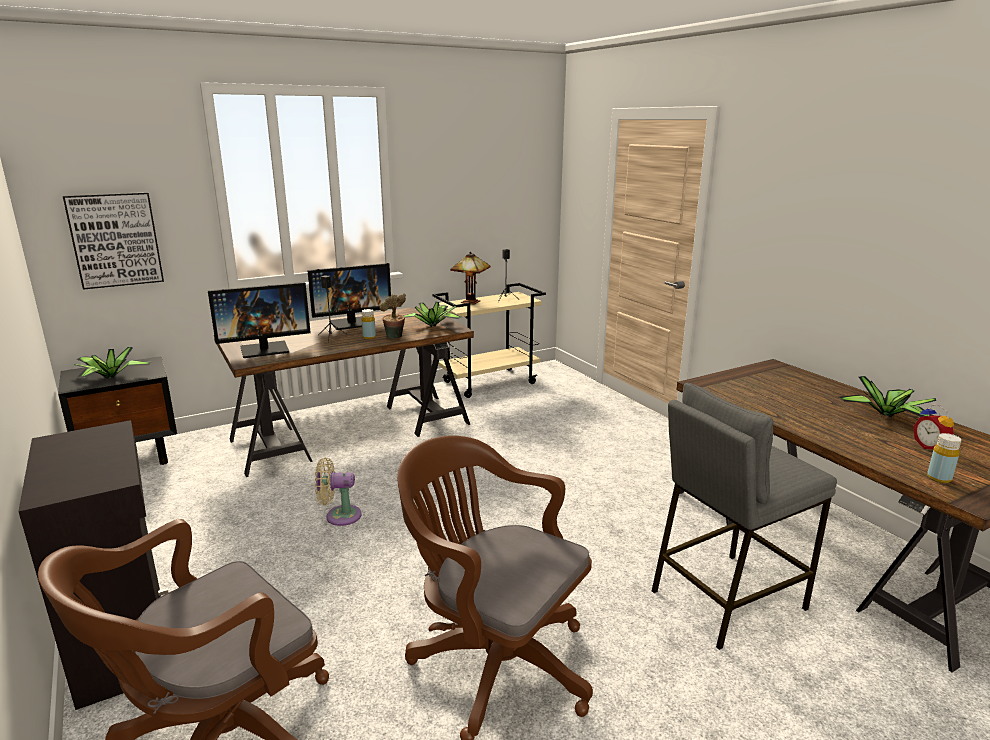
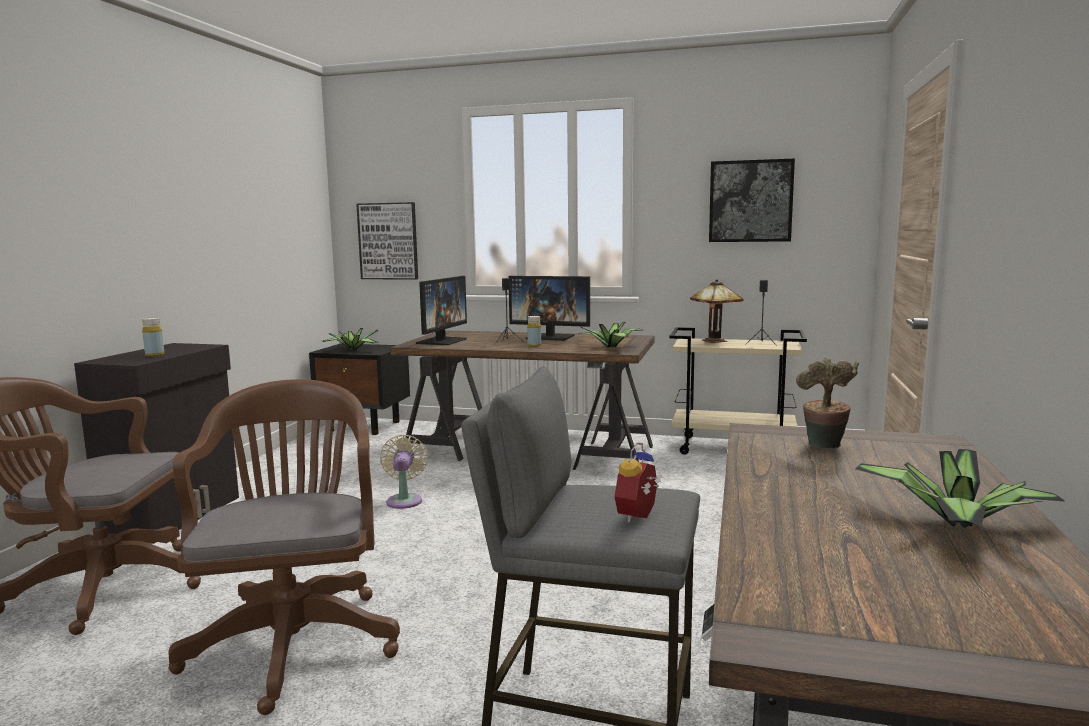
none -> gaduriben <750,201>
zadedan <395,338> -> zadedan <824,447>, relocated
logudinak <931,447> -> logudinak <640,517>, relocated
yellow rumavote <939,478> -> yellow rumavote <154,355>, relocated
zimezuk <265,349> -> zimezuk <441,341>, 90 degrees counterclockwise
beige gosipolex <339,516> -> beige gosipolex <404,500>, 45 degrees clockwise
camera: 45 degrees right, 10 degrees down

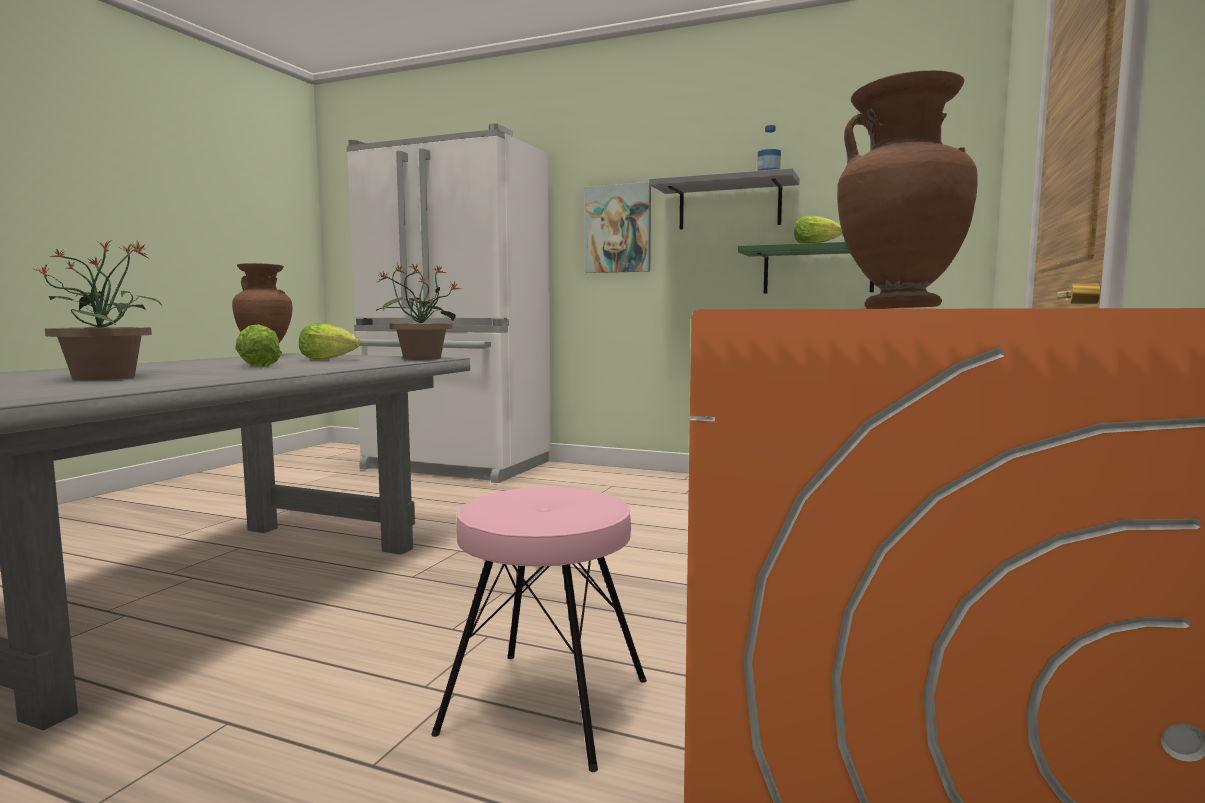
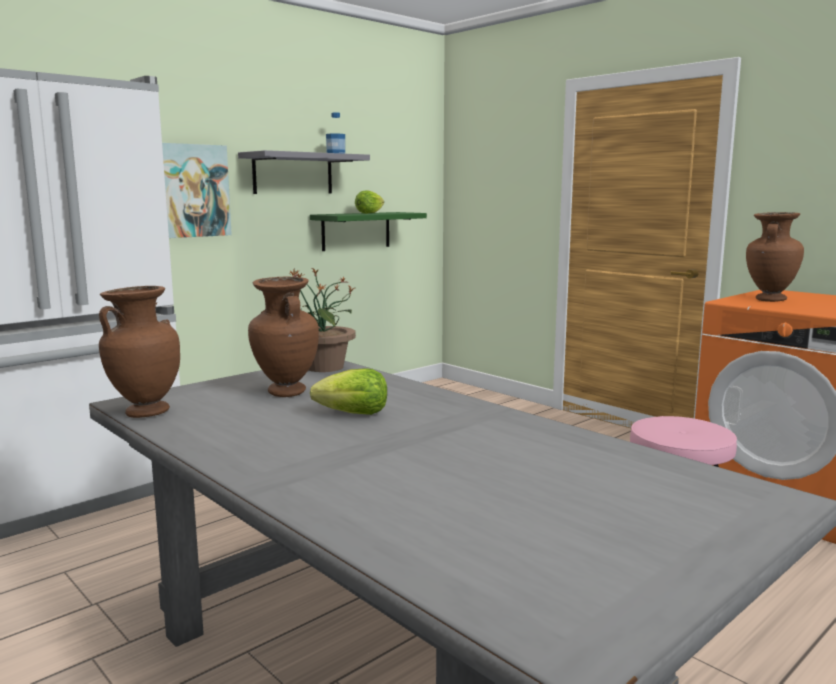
zadedan <106,377> -> none
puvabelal <327,359> -> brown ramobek <285,392>
camera: 65 degrees left, 5 degrees up

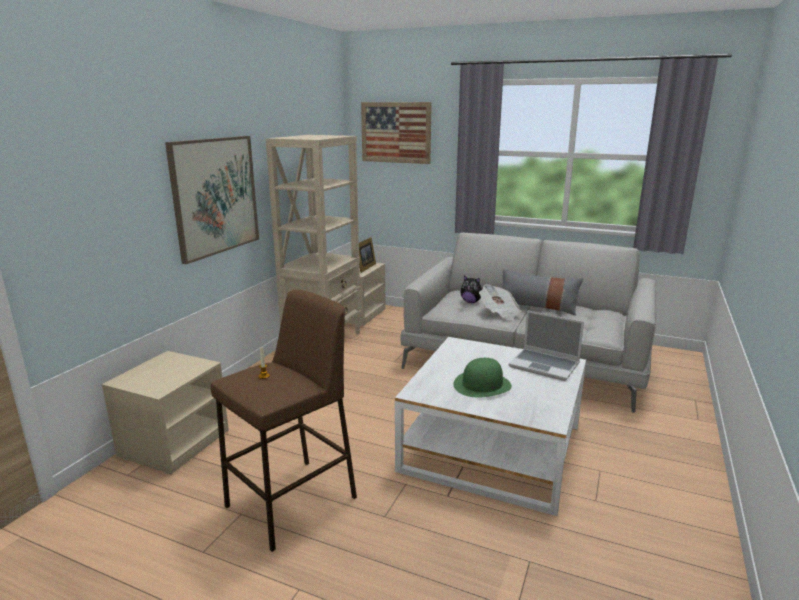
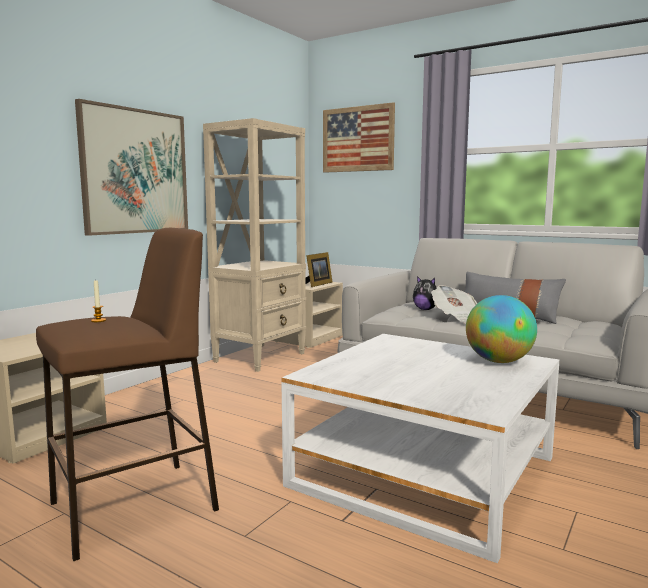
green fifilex <482,385> -> none
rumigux <545,365> -> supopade <499,361>
camera: 10 degrees right, 10 degrees down

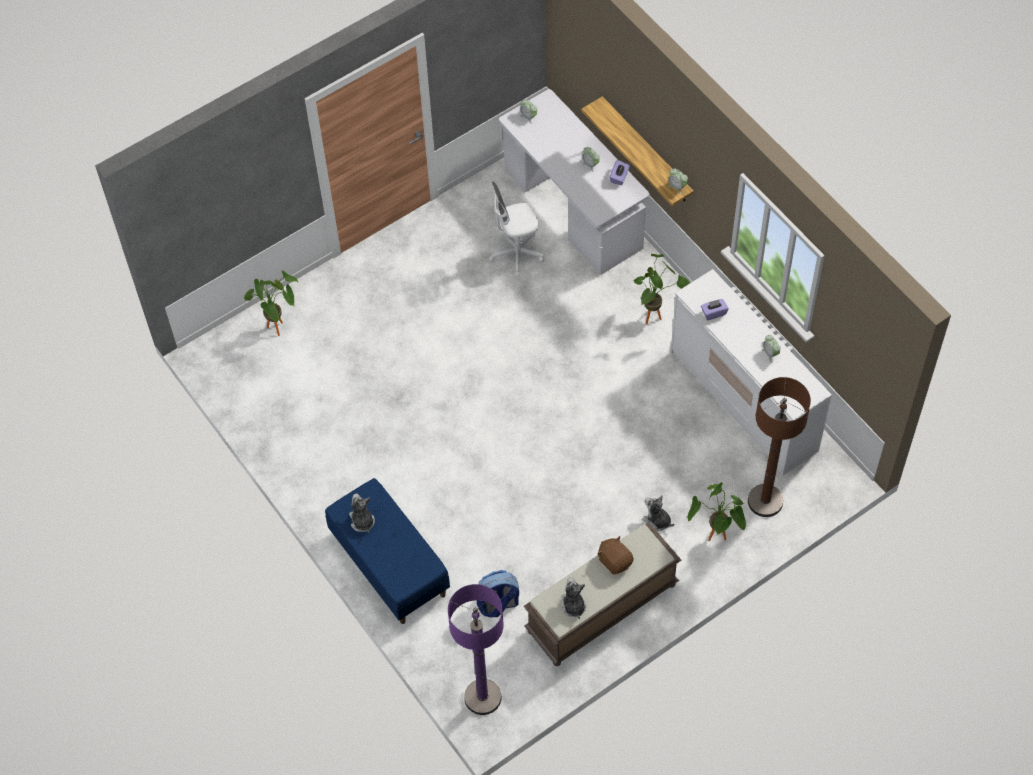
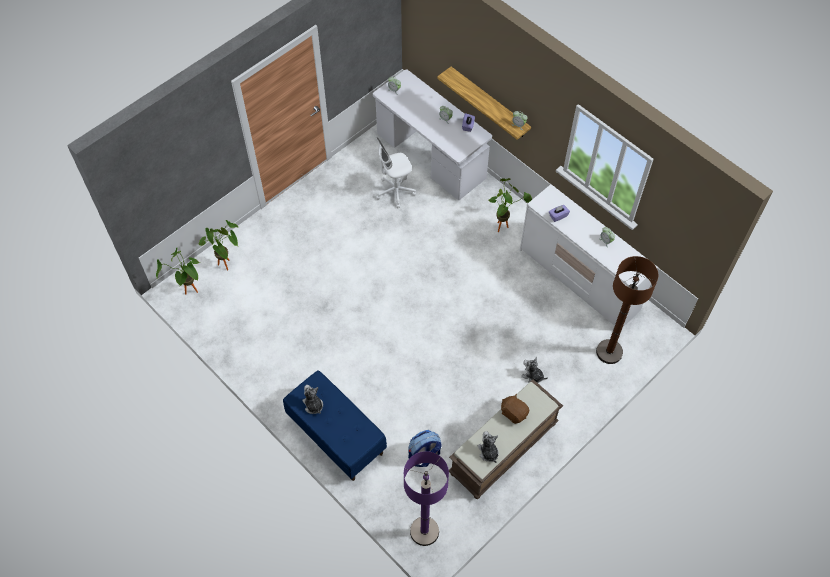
zadedan <716,540> -> zadedan <190,293>, relocated
camera: 10 degrees left, 0 degrees up

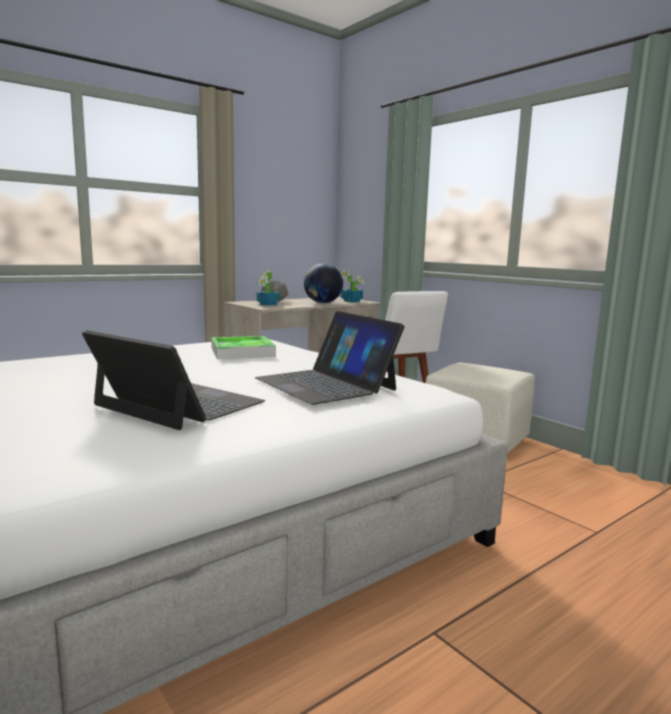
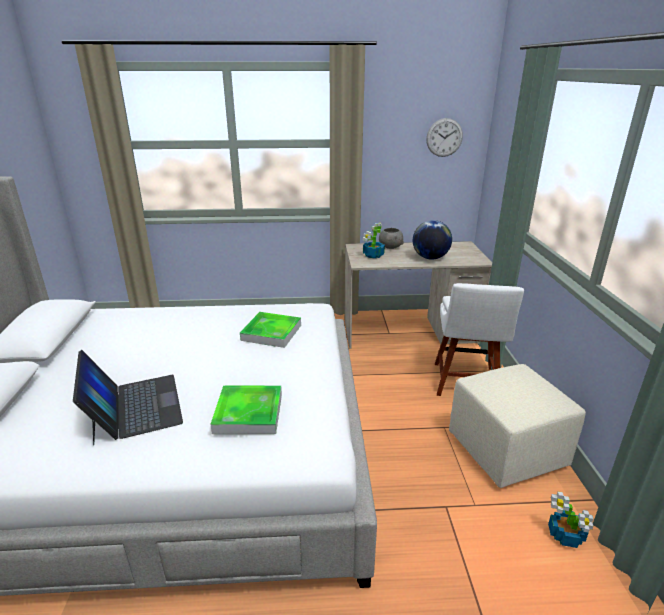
none -> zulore <444,137>
zadedan <352,301> -> zadedan <566,536>, relocated
rumigux <325,384> -> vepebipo <248,413>
camera: 35 degrees right, 15 degrees up

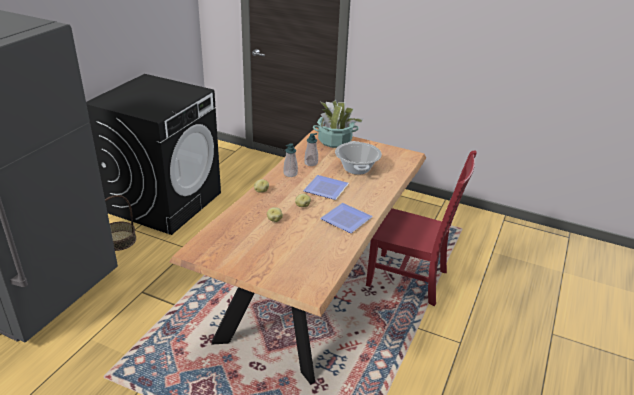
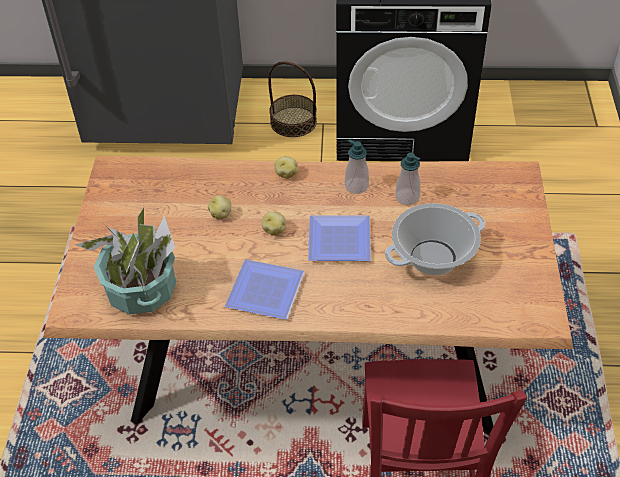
zadedan <335,141> -> zadedan <142,290>, relocated
camera: 70 degrees right, 15 degrees up

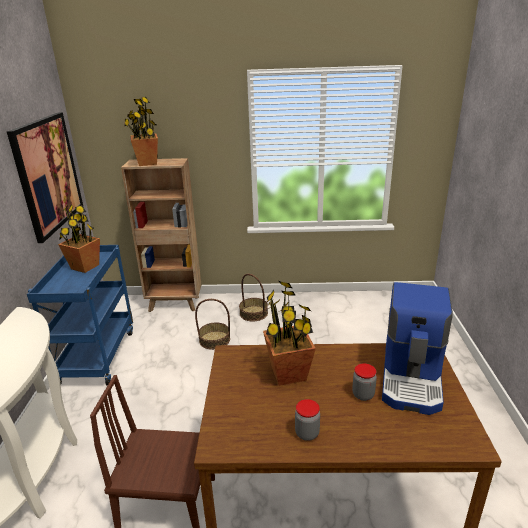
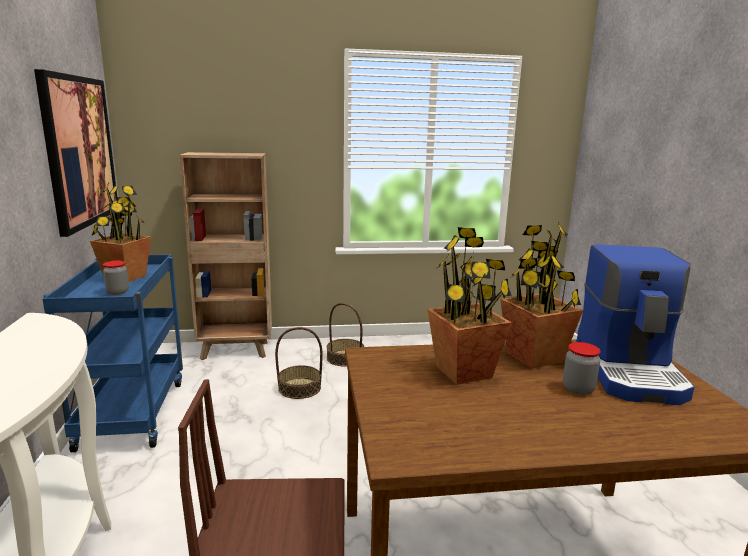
zadedan <147,163> -> zadedan <534,357>, relocated
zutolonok <307,433> -> zutolonok <117,292>, relocated
camera: 10 degrees left, 10 degrees down

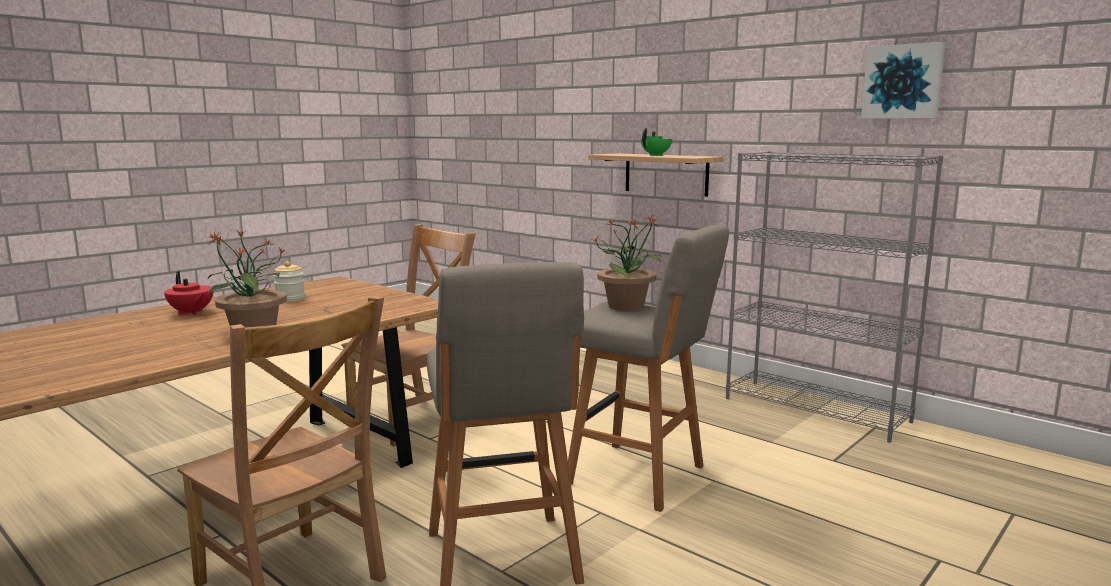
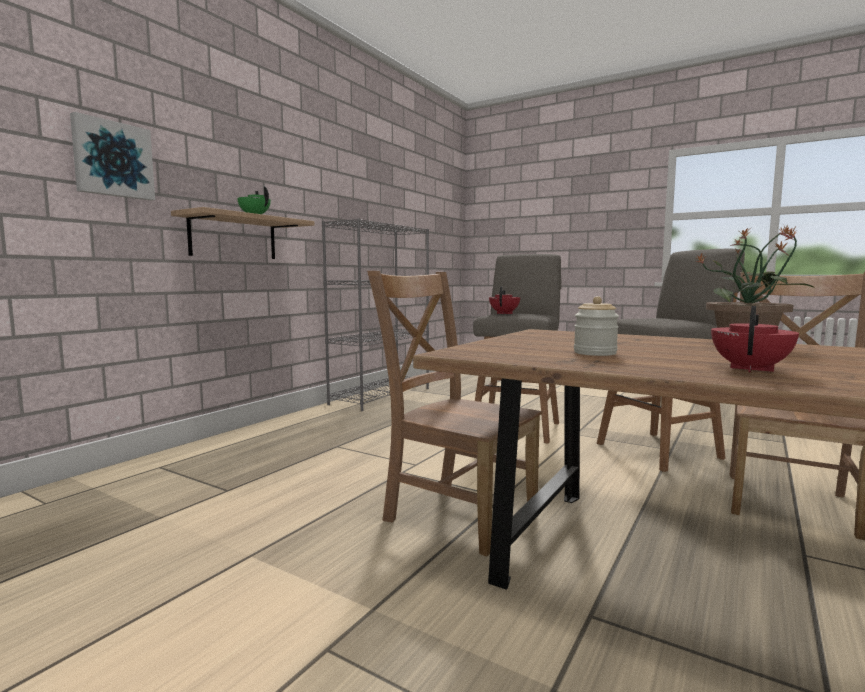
gaduriben <903,82> -> gaduriben <112,159>, relocated
zadedan <627,306> -> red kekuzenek <504,313>
camera: 100 degrees left, 5 degrees down

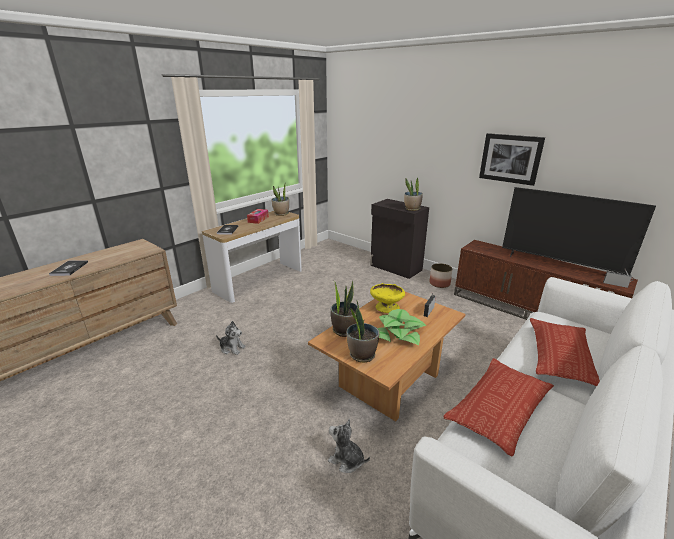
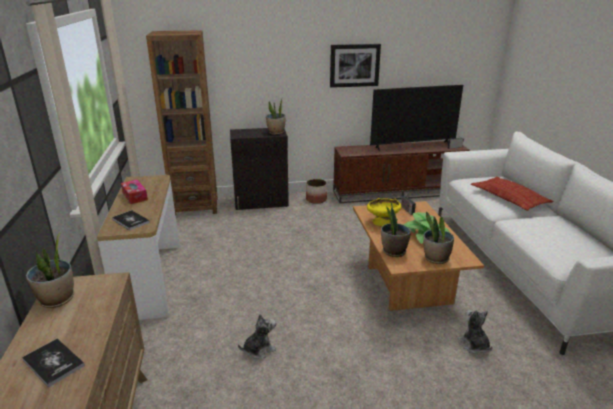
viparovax <499,408> -> none
none -> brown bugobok <195,207>
zadedan <281,214> -> zadedan <57,299>, relocated
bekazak <346,460> -> bekazak <474,345>, 90 degrees clockwise
camera: 50 degrees left, 0 degrees up

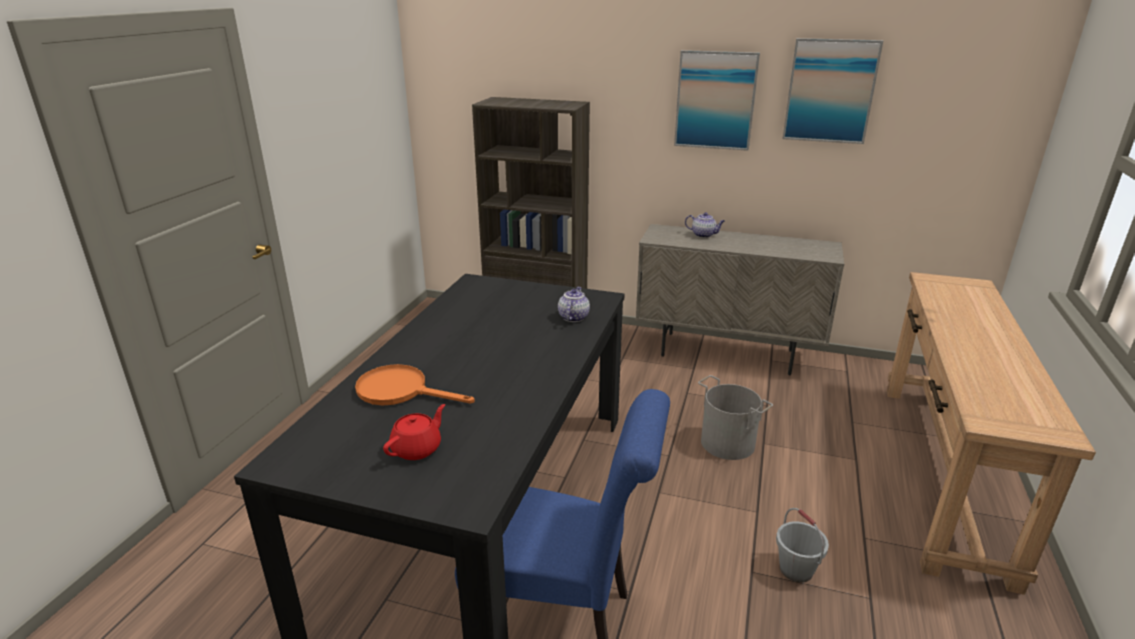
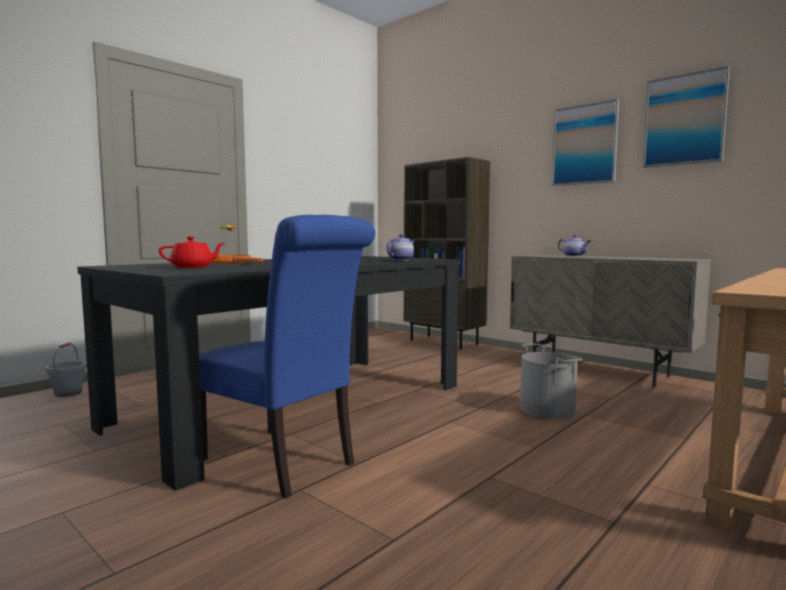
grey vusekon <796,570> -> grey vusekon <68,393>, relocated
camera: 25 degrees right, 20 degrees down

